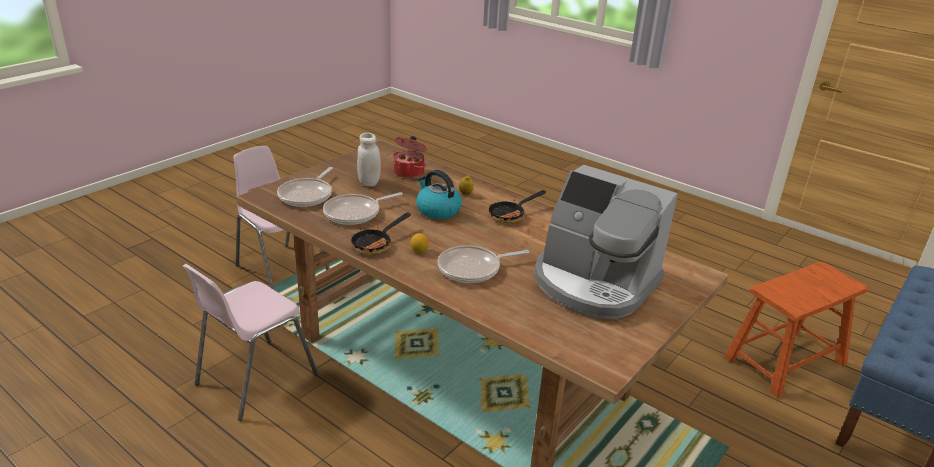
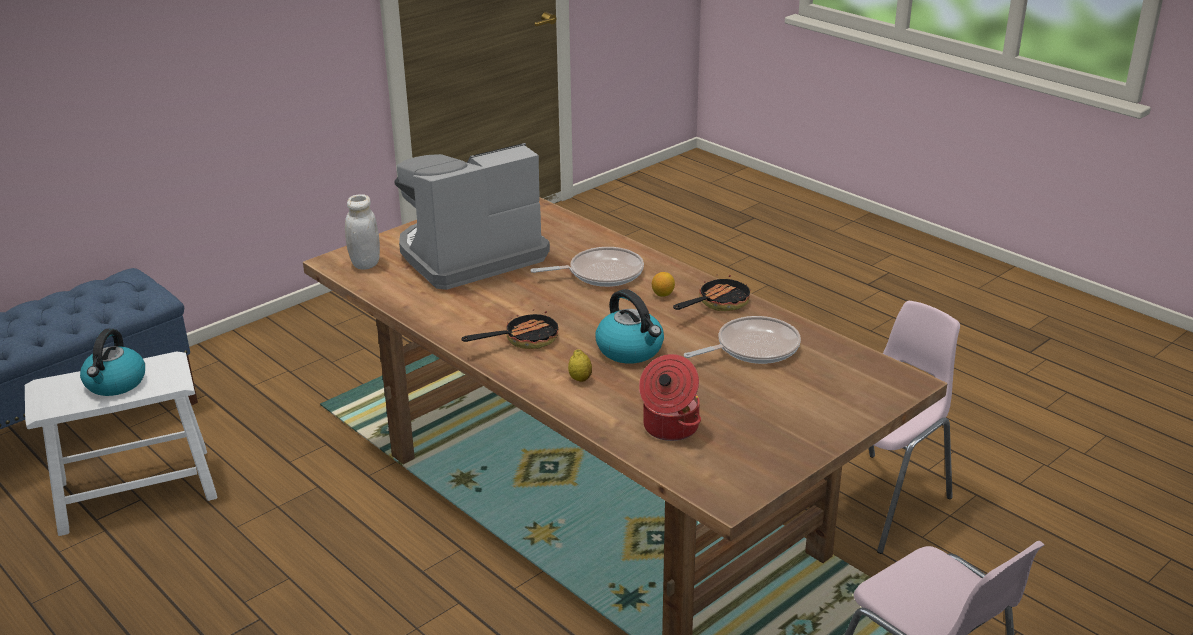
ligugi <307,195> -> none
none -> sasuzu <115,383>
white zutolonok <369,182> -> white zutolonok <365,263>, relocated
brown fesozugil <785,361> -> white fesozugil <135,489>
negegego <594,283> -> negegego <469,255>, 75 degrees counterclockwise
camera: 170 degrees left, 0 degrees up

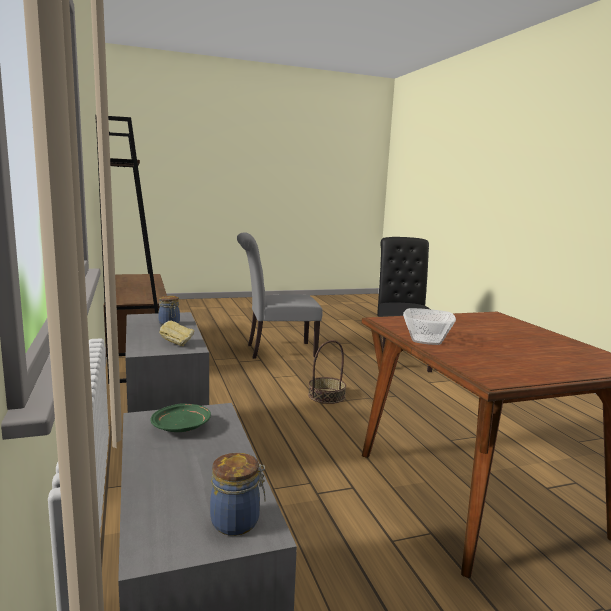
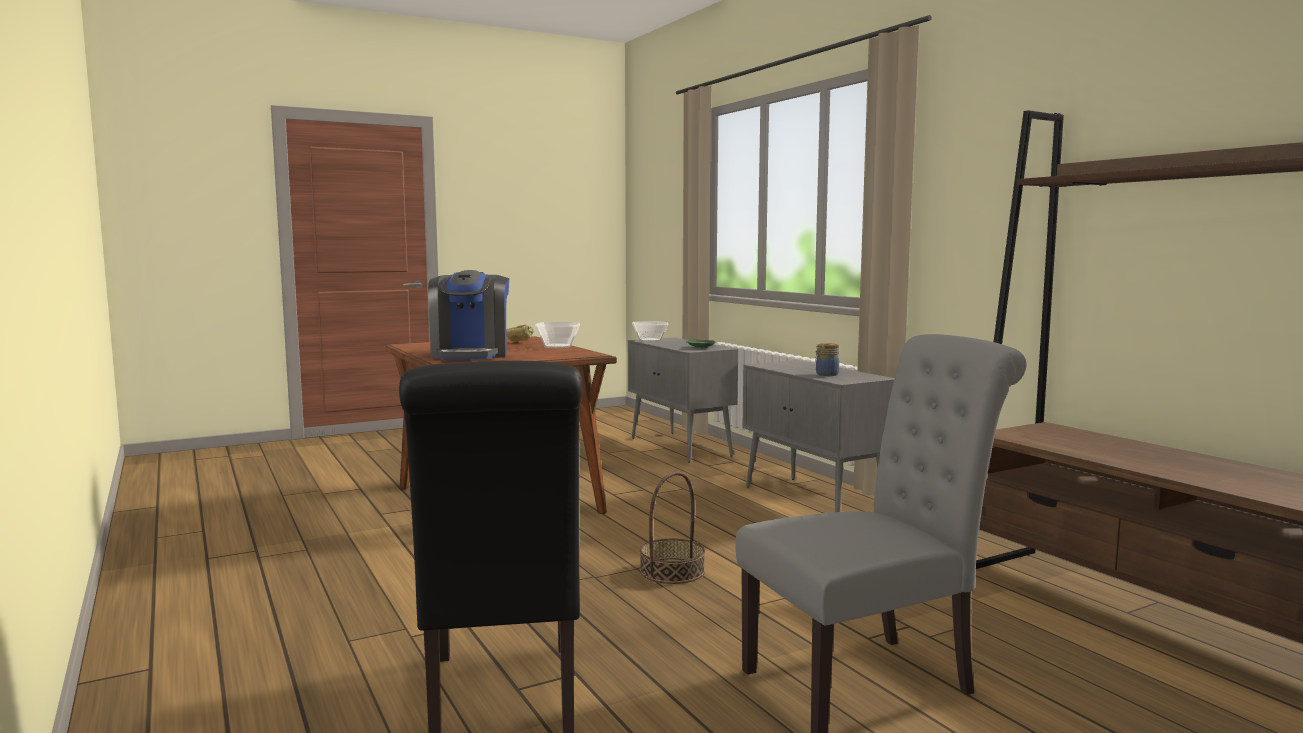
none -> negegego <470,355>
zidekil <177,344> -> zidekil <518,343>, relocated
zutolonok <237,522> -> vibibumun <649,340>
camera: 170 degrees right, 5 degrees down

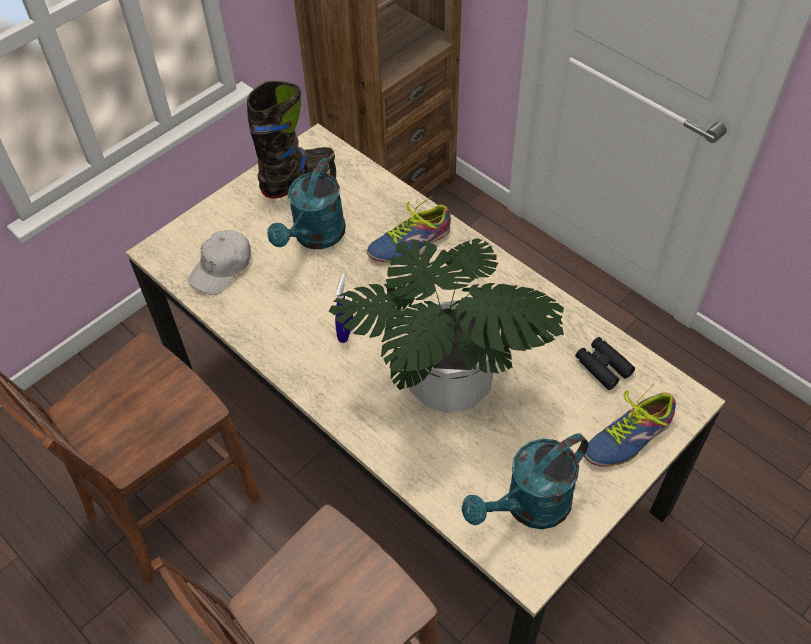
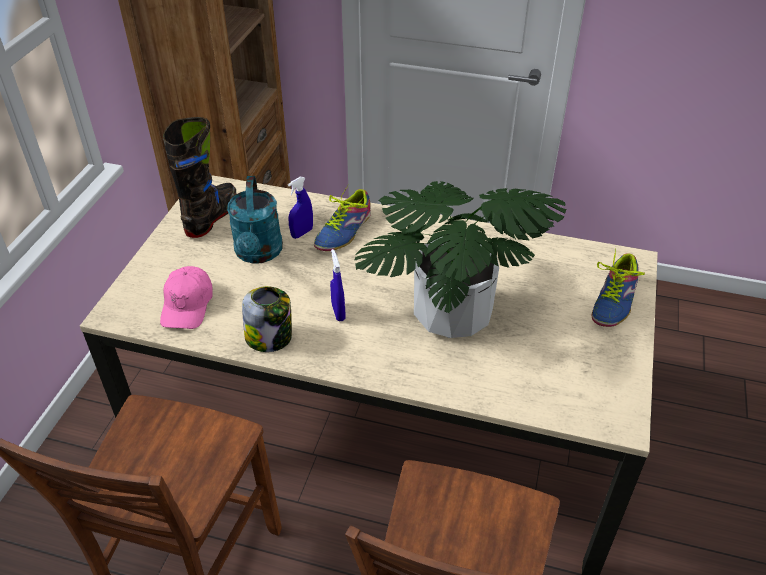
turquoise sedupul <528,507> -> none
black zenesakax <603,366> -> none
none -> zutolonok <270,337>
none -> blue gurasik <302,233>
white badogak <222,268> -> pink badogak <188,305>
camera: 30 degrees left, 10 degrees down

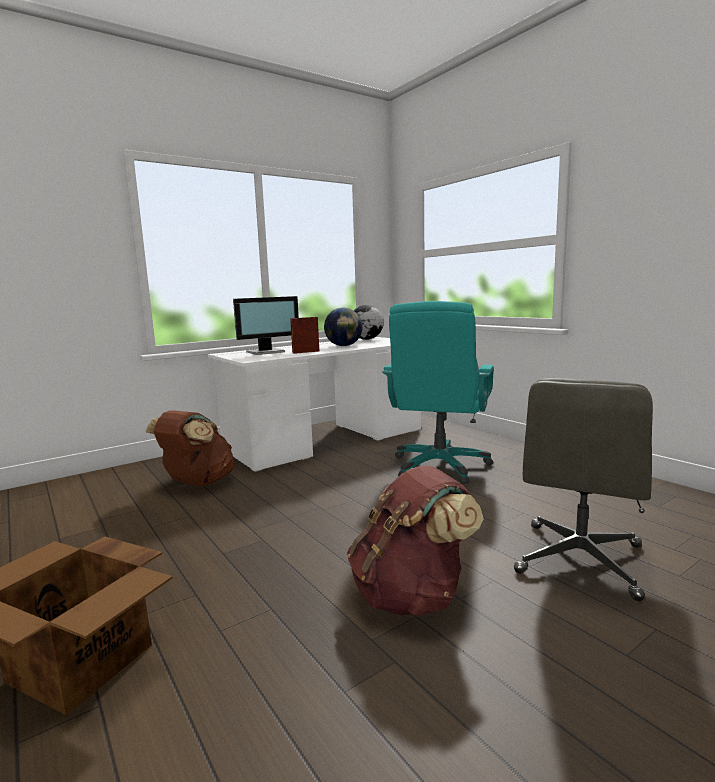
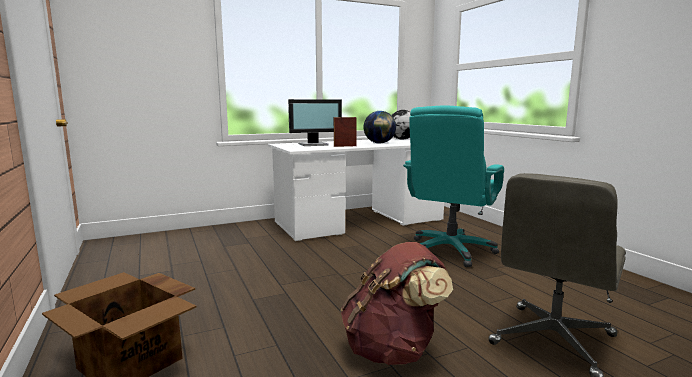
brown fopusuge <197,483> -> none
camera: 10 degrees right, 0 degrees up

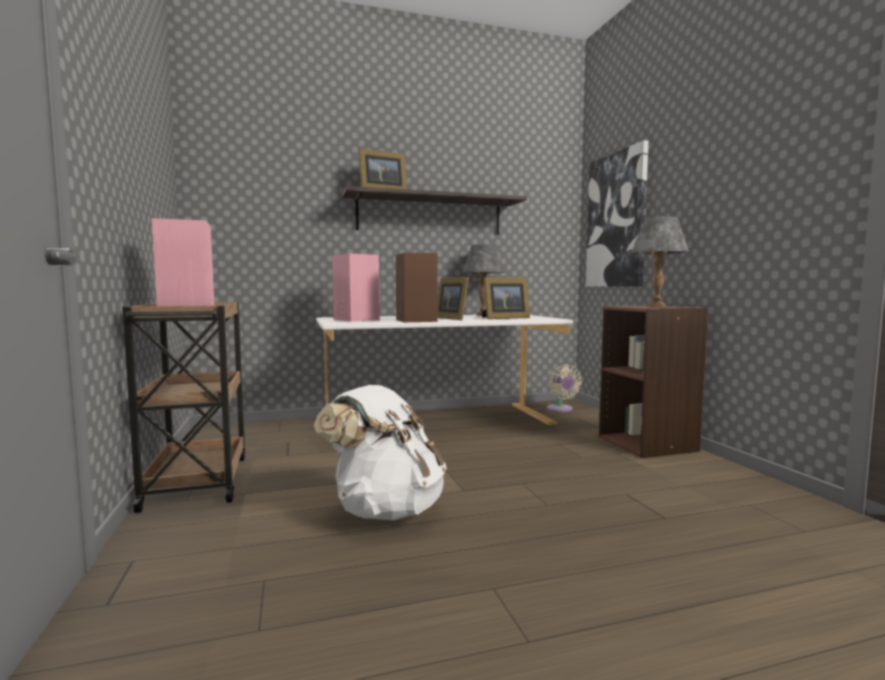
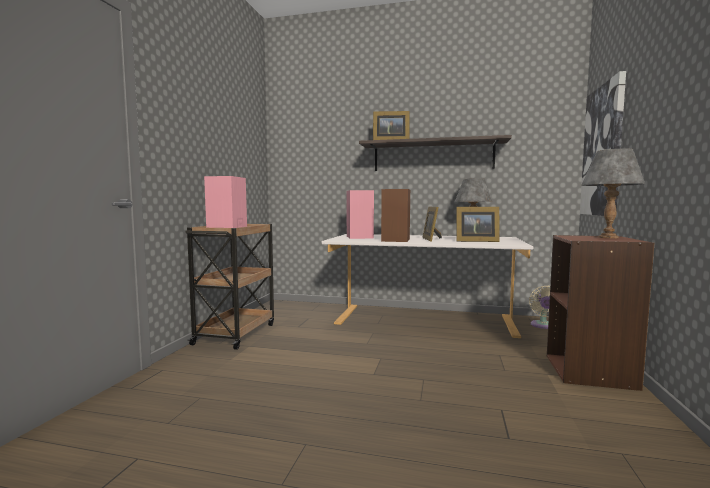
white fopusuge <385,510> -> none
camera: 30 degrees right, 0 degrees up

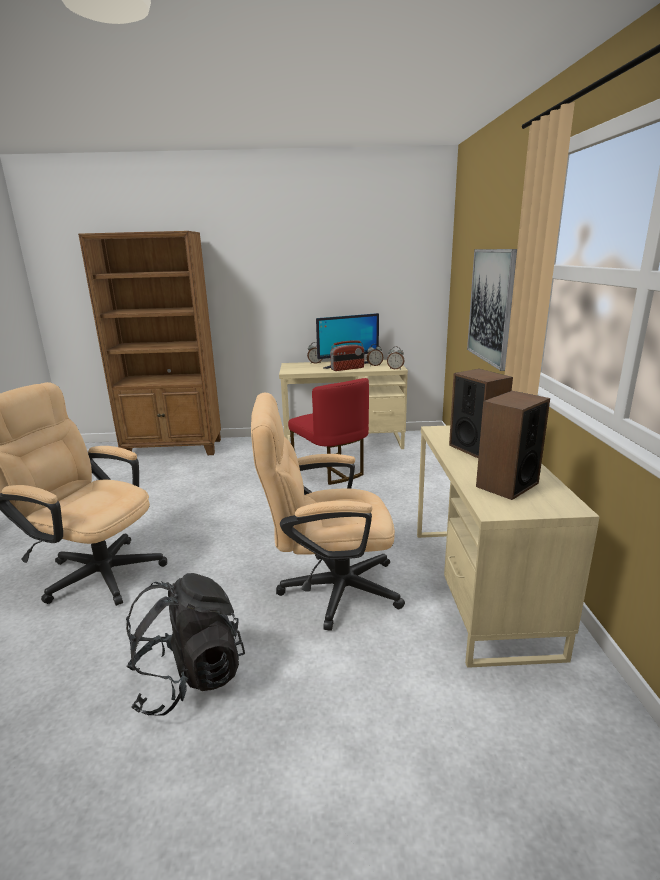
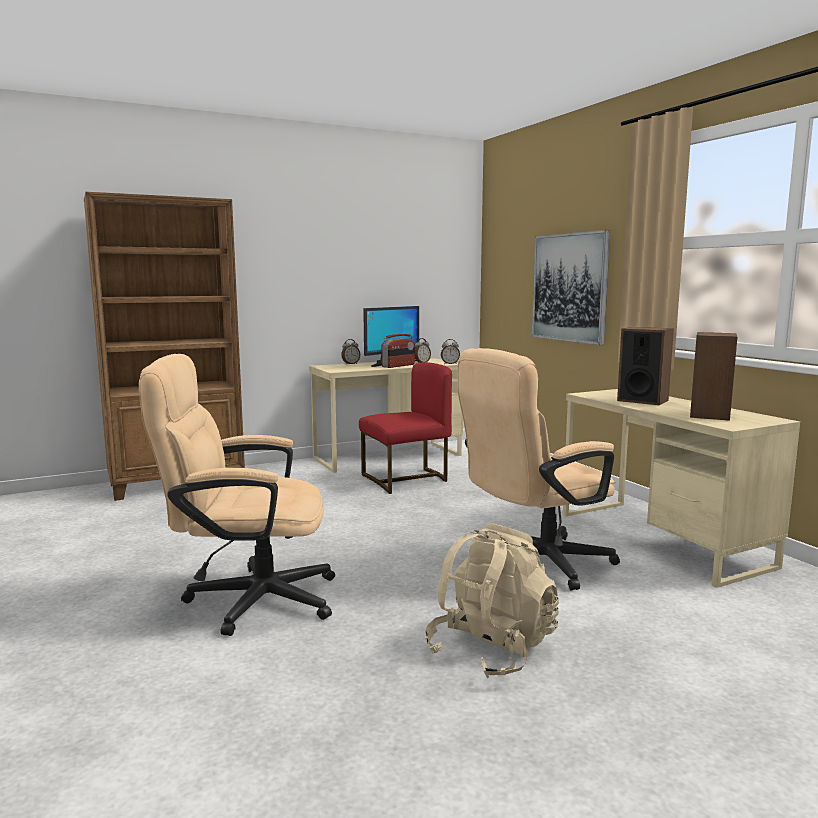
black fopusuge <189,677> -> beige fopusuge <491,649>
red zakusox <330,470> -> red zakusox <406,479>, 60 degrees counterclockwise
camera: 25 degrees left, 10 degrees down

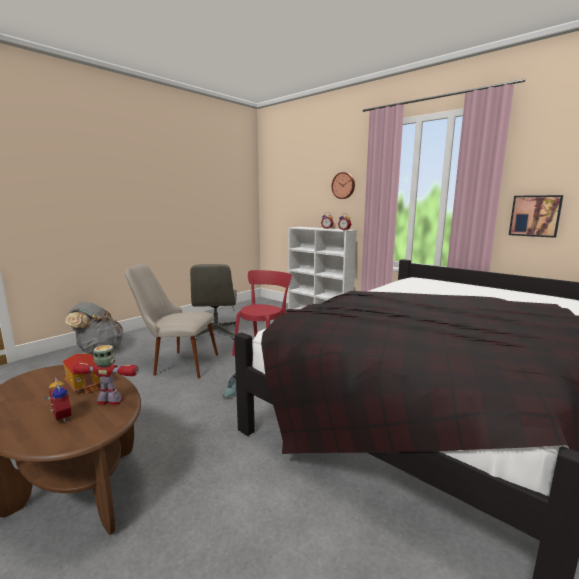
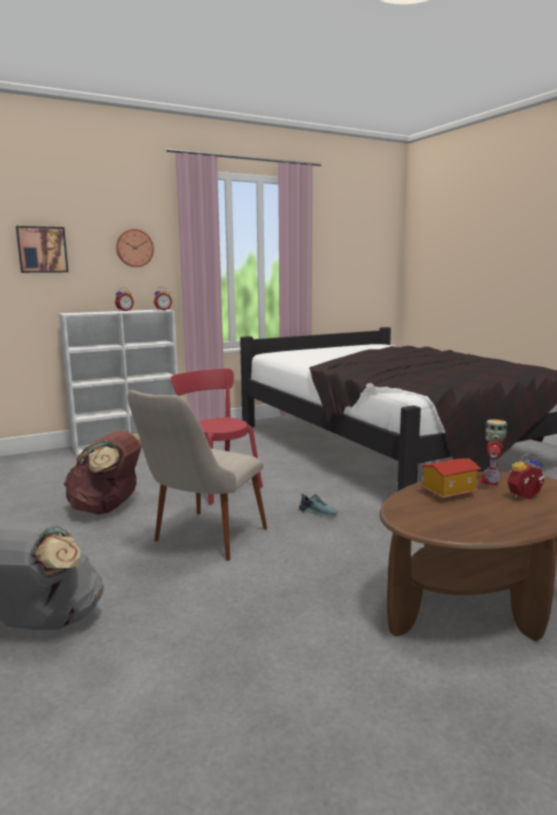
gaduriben <535,216> -> gaduriben <42,249>, relocated
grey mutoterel <216,334> -> brown fopusuge <107,508>
camera: 70 degrees left, 0 degrees up

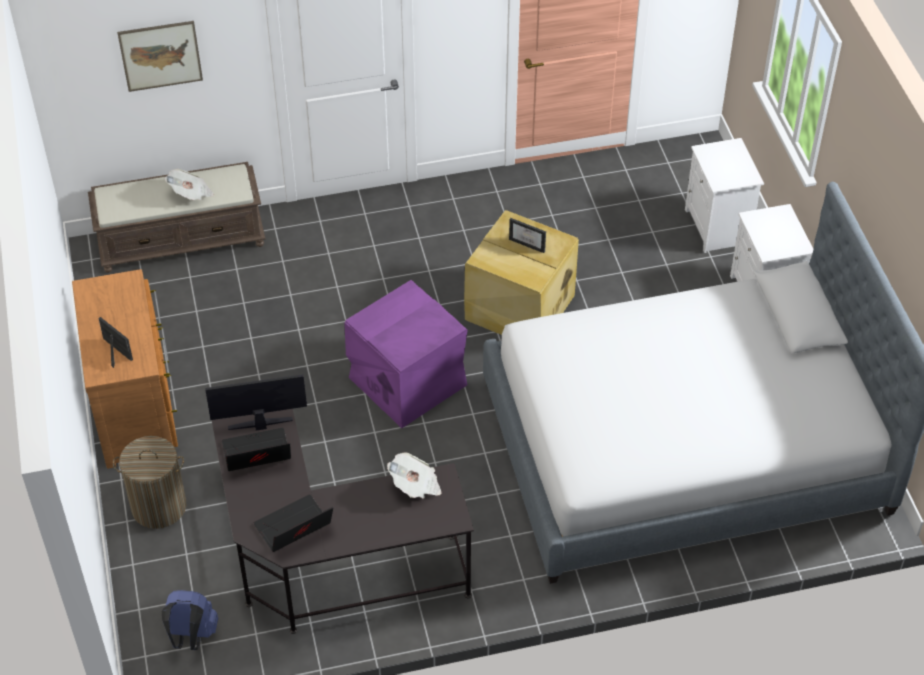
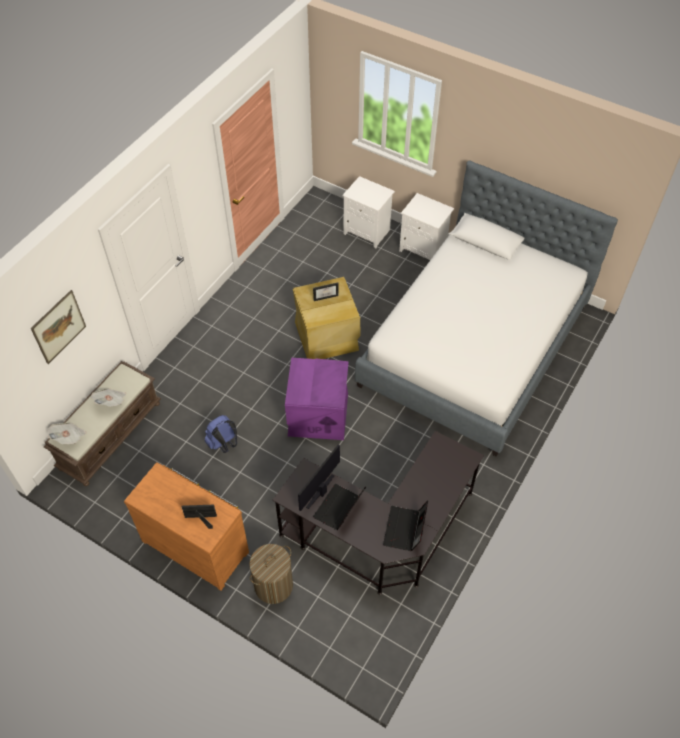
blue fopusuge <191,636> -> blue fopusuge <224,444>, relocated
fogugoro <415,485> -> fogugoro <69,437>, relocated
camera: 45 degrees left, 5 degrees up

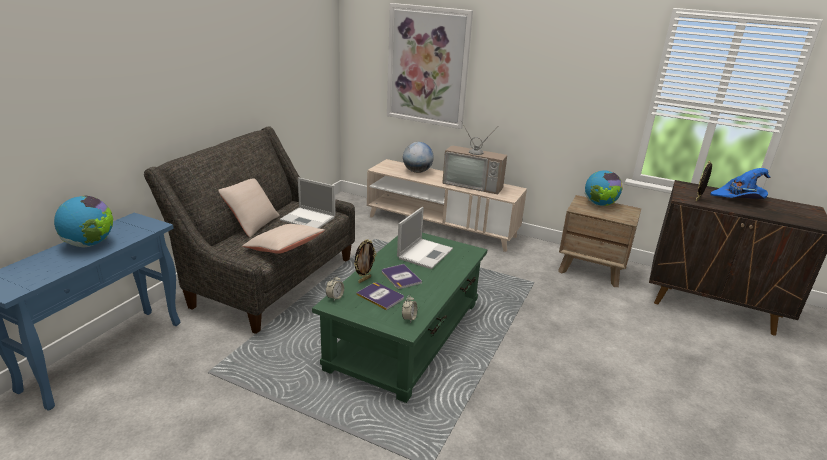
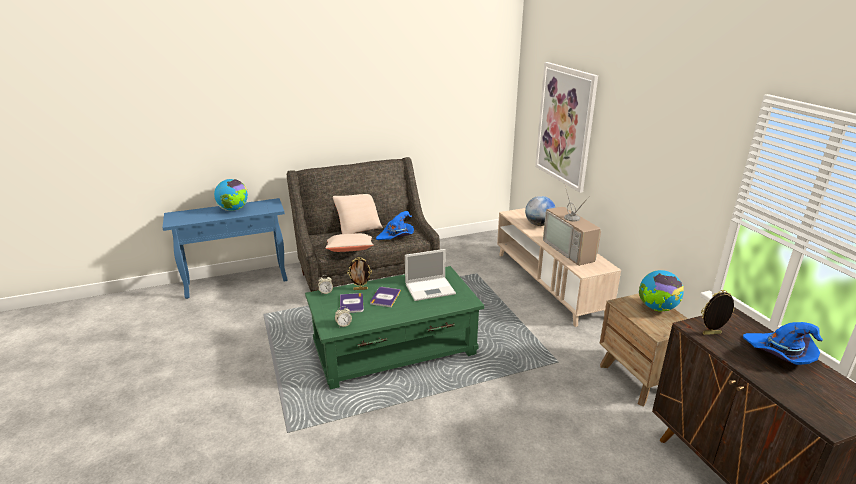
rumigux <309,219> -> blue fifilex <396,236>
camera: 45 degrees right, 0 degrees up

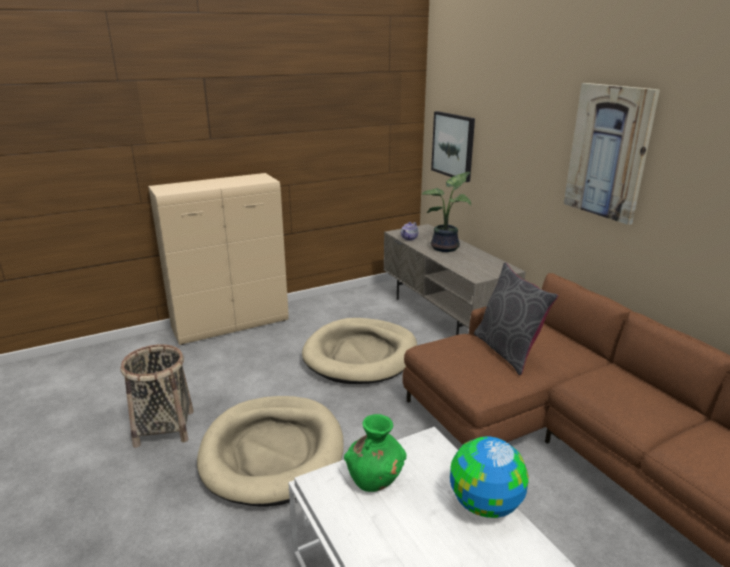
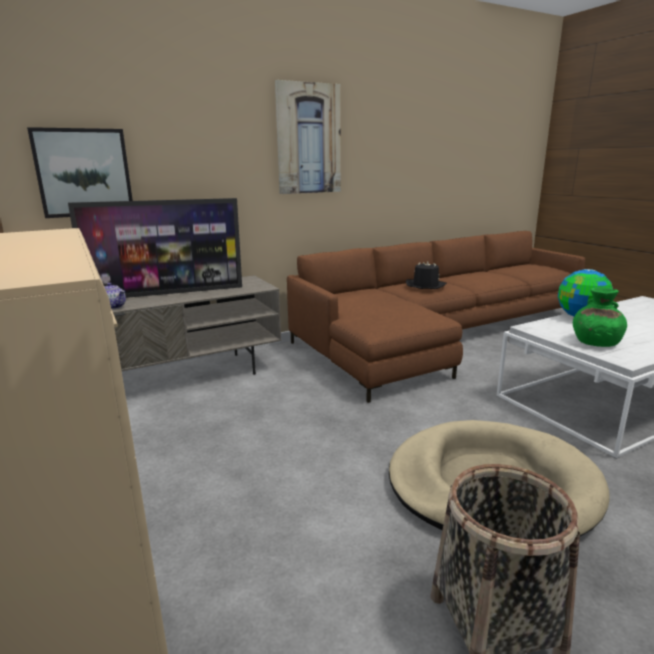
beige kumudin <361,355> -> none
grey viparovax <507,351> -> none
none -> black fifilex <425,285>
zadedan <446,248> -> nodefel <167,293>
camera: 90 degrees left, 5 degrees down

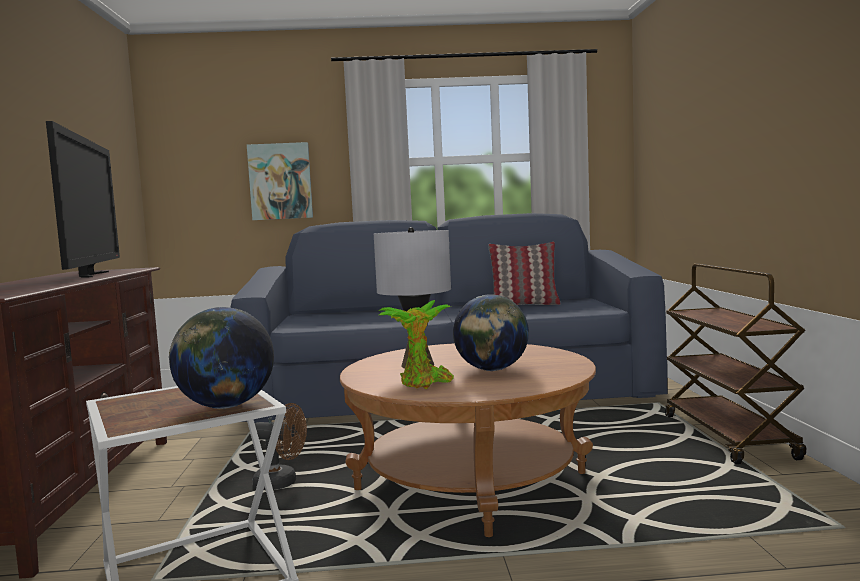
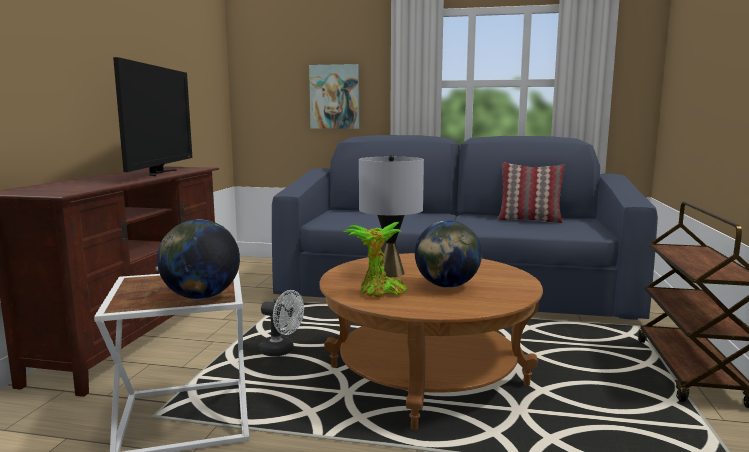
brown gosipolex <282,483> -> white gosipolex <281,351>
camera: 15 degrees right, 5 degrees up

